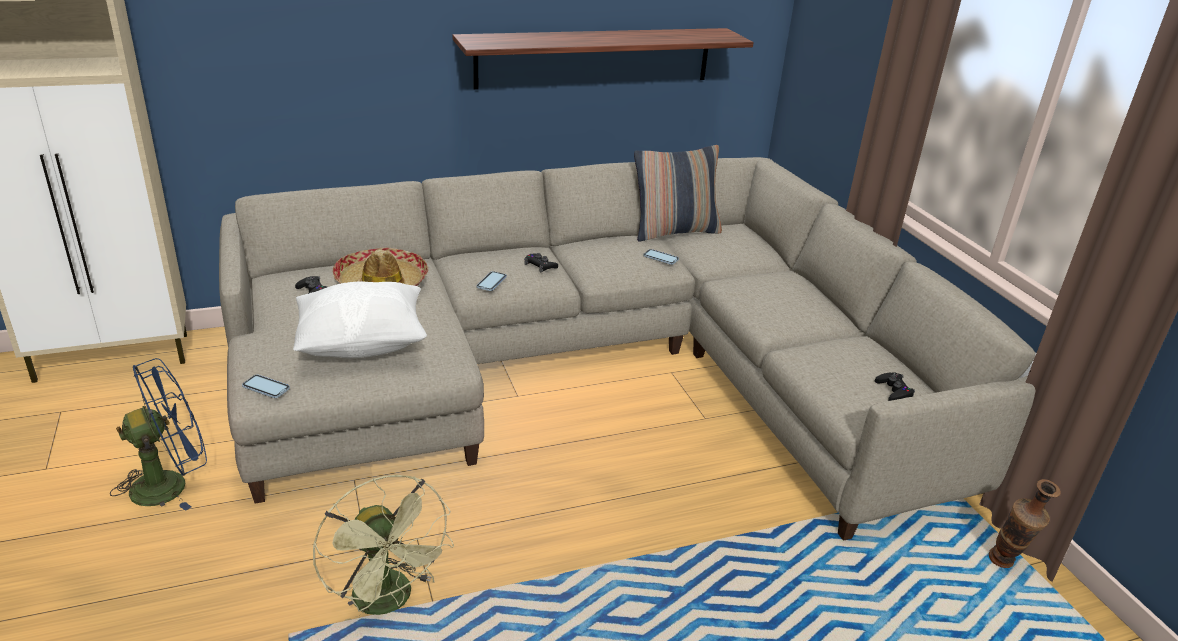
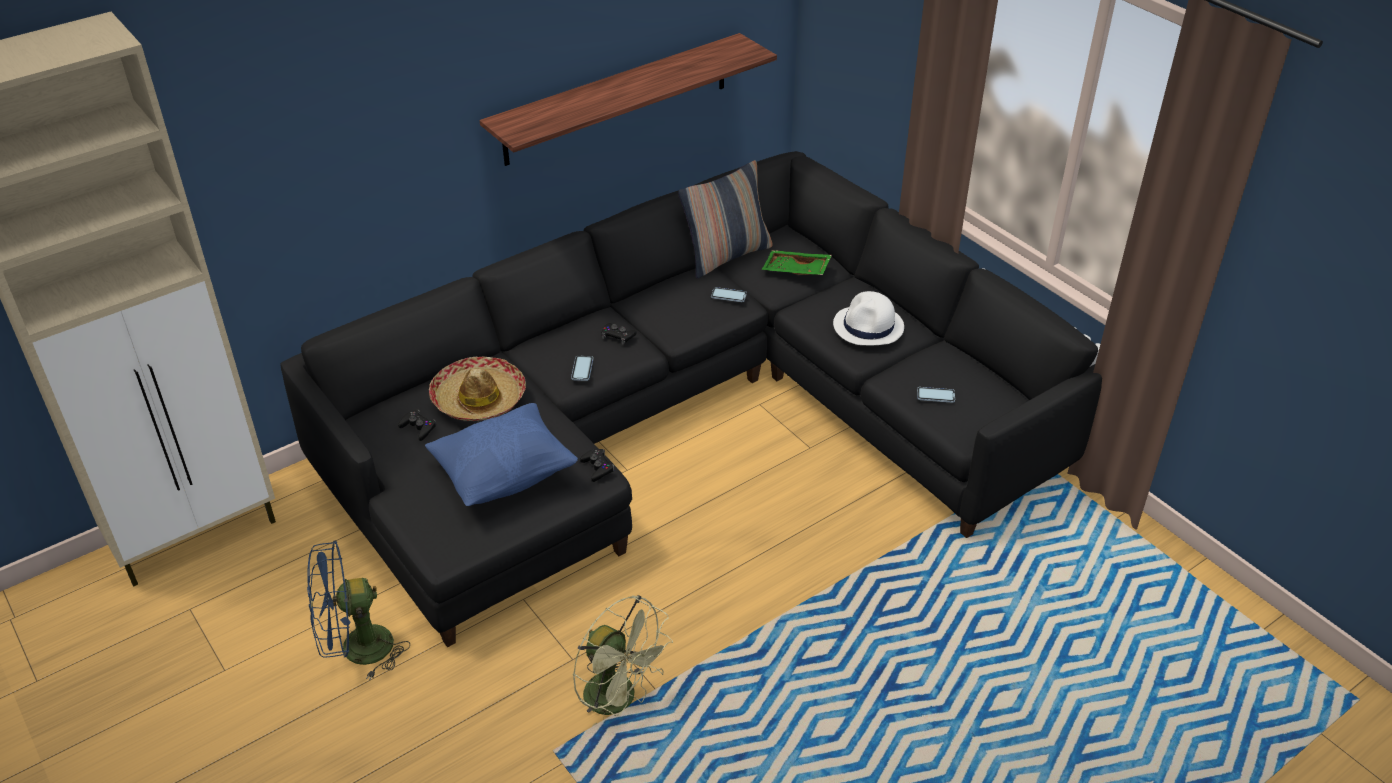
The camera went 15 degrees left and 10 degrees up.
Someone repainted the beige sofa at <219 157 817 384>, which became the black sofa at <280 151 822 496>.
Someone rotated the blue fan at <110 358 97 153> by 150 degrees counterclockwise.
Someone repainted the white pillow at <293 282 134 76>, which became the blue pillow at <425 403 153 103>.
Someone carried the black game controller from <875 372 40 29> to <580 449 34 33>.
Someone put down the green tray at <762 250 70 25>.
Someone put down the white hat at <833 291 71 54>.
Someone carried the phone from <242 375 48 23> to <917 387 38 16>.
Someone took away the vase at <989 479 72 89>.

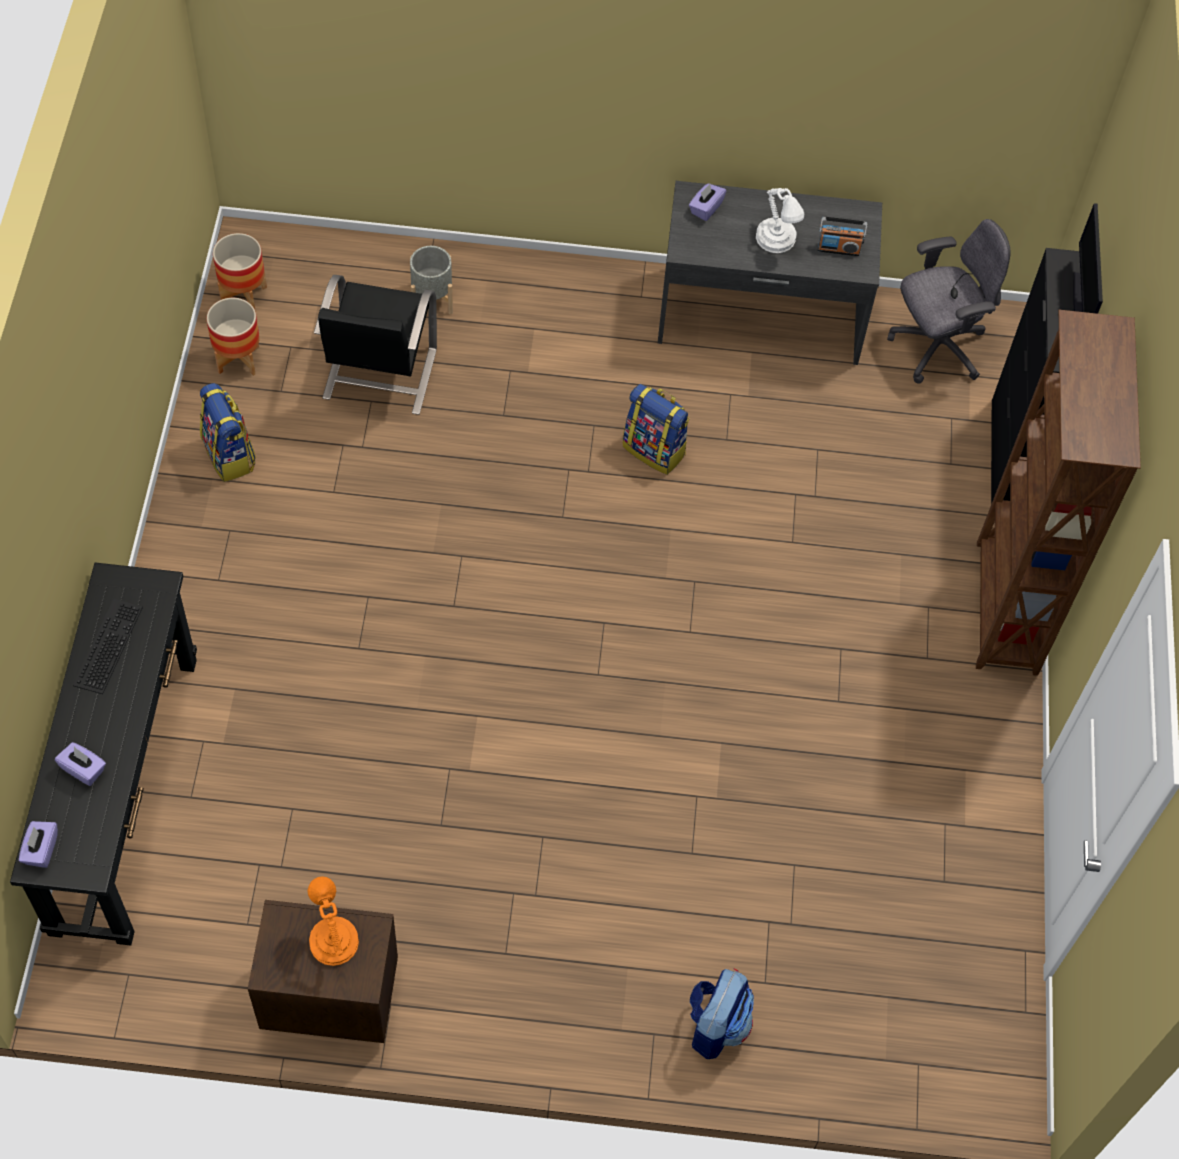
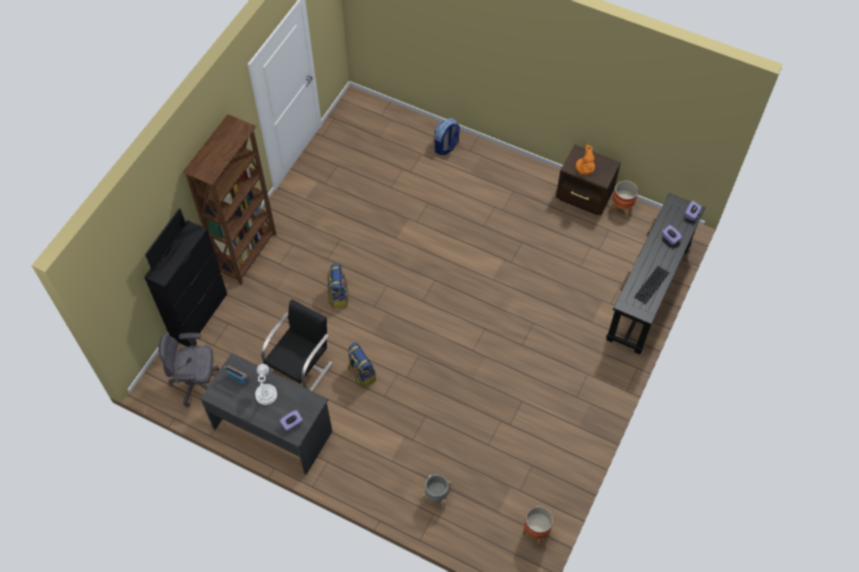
The camera went 155 degrees left and 0 degrees up.
Someone carried the black chair from <314 275 123 140> to <261 299 72 92>.
Someone carried the backpack from <200 383 56 99> to <327 263 22 45>.
Someone carried the planter from <207 298 53 78> to <611 181 27 37>.

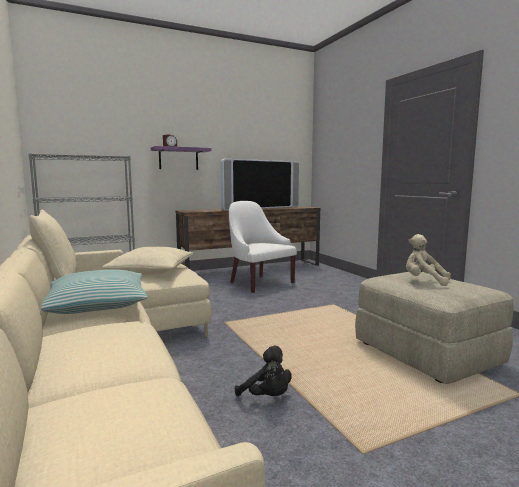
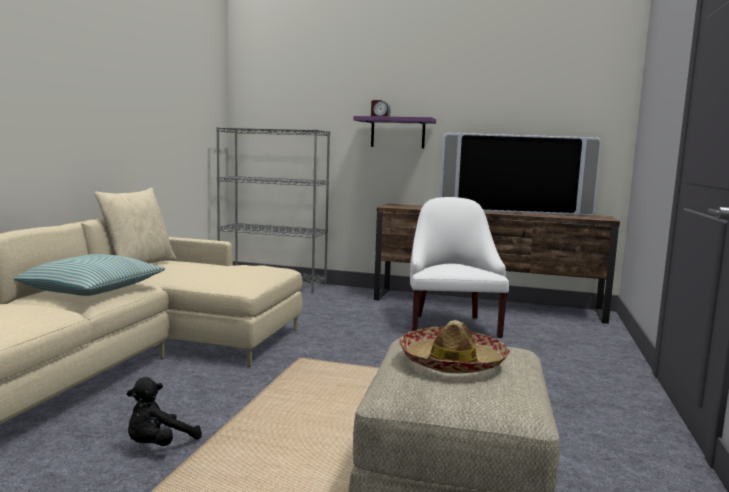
The camera went 40 degrees right and 0 degrees up.
Someone rotated the black plush toy at <235 346 57 50> by 45 degrees clockwise.
Someone swapped the beige plush toy at <406 234 45 52> for the hat at <399 320 111 53>.
Someone took away the beige pillow at <102 247 91 27>.

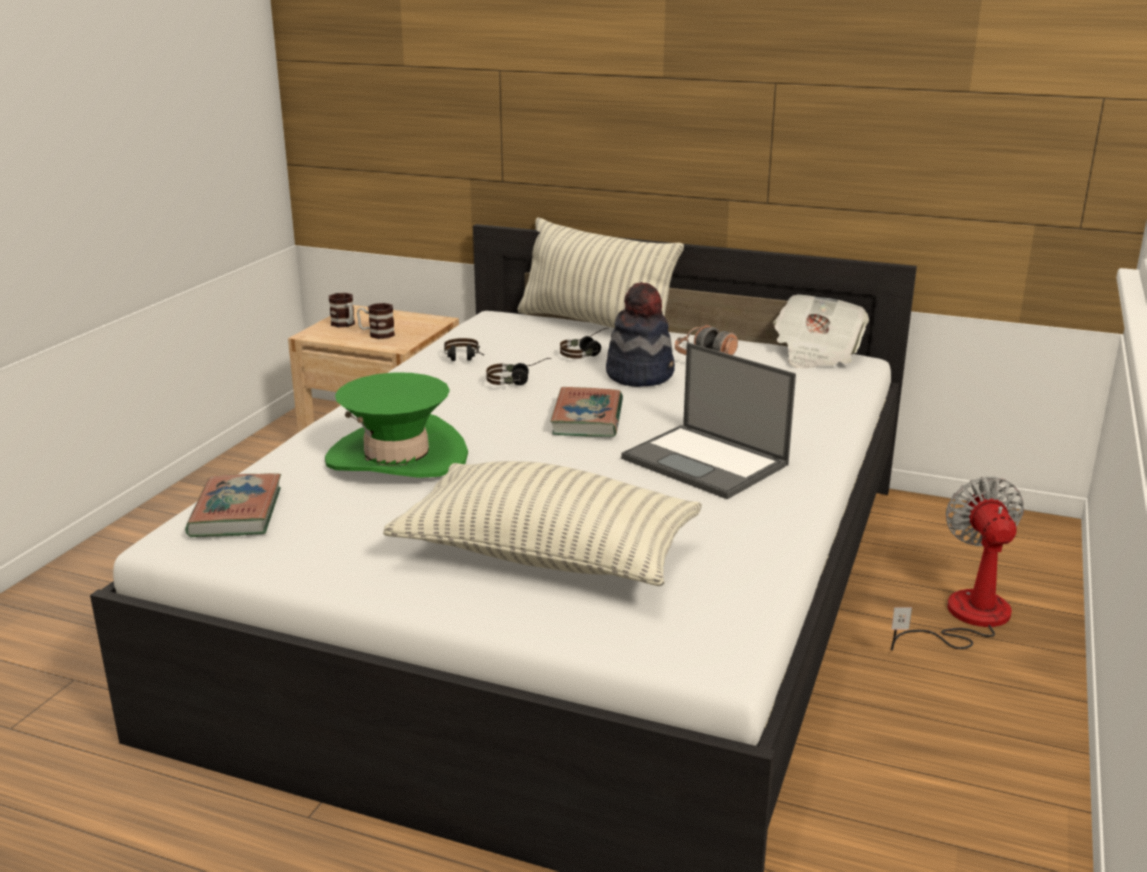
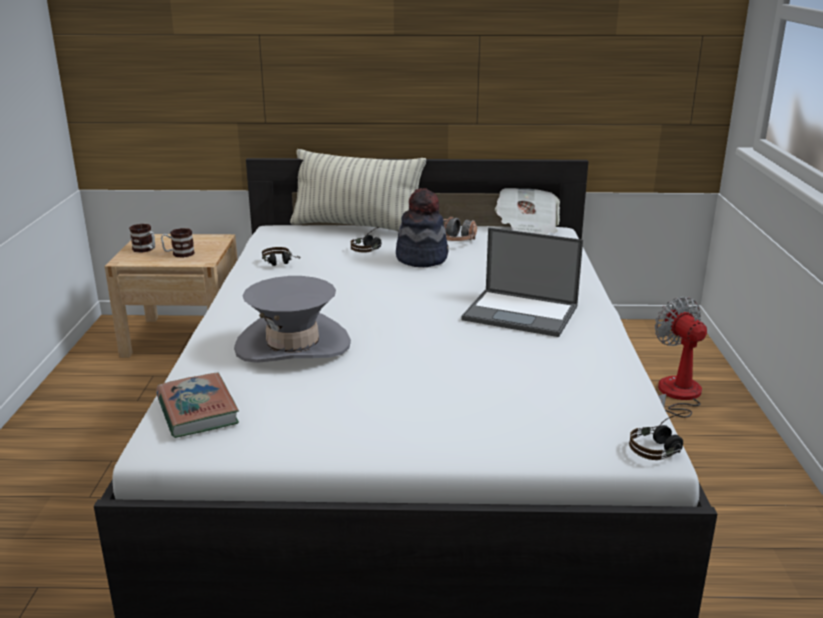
The camera went 20 degrees left and 0 degrees up.
Someone repainted the green hat at <325 372 143 106>, which became the grey hat at <234 276 117 87>.
Someone carried the headphones from <486 358 65 27> to <629 412 60 48>.
Someone took away the pillow at <383 461 319 125>.
Someone took away the book at <550 387 73 50>.

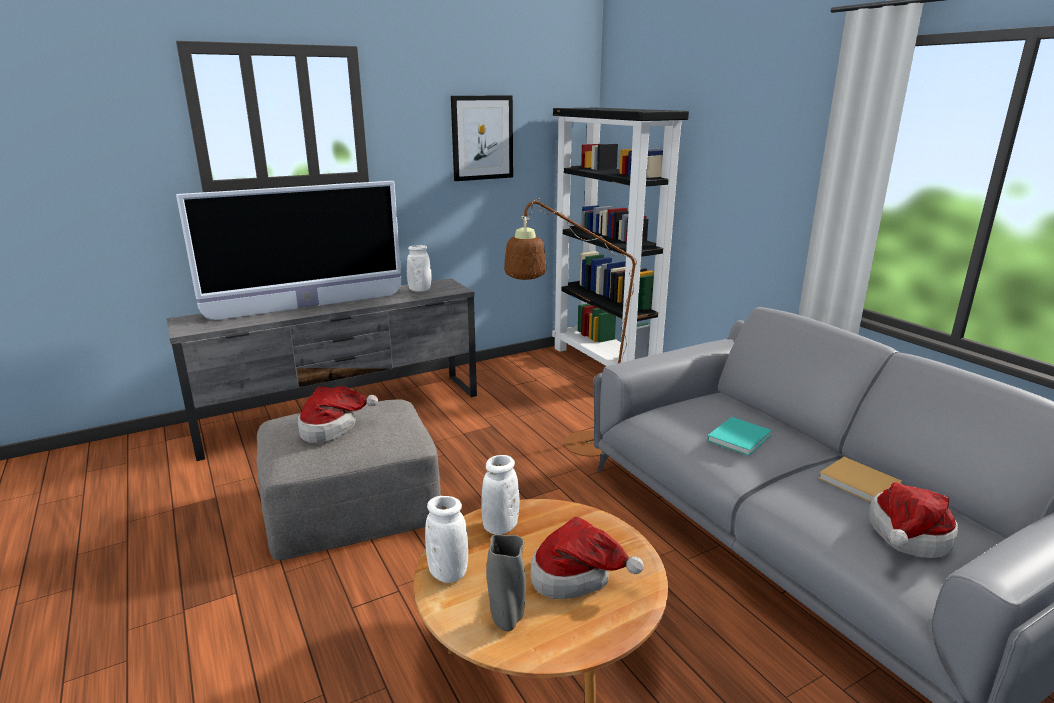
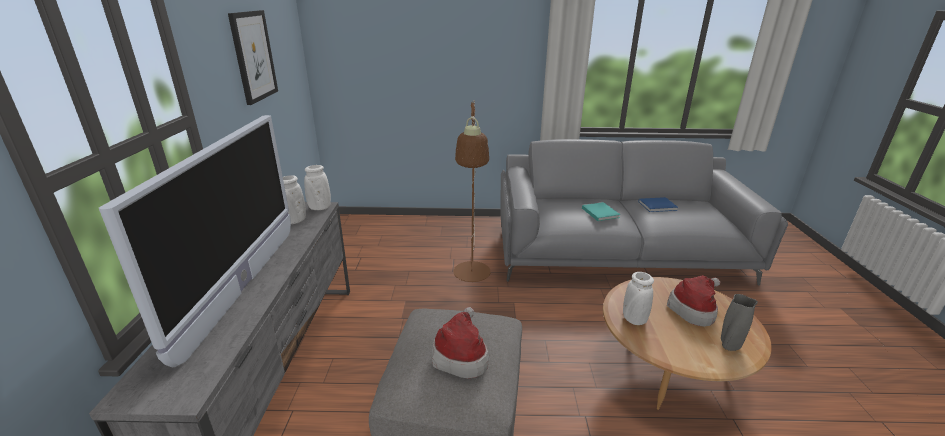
The camera went 60 degrees left and 5 degrees up.
Someone carried the white vase from <425 496 43 87> to <304 165 27 45>.
Someone repainted the beige book at <819 457 83 45>, which became the blue book at <638 197 40 15>.
Someone took away the black bookcase at <552 108 137 258>.
Someone took away the hat at <869 482 89 76>.

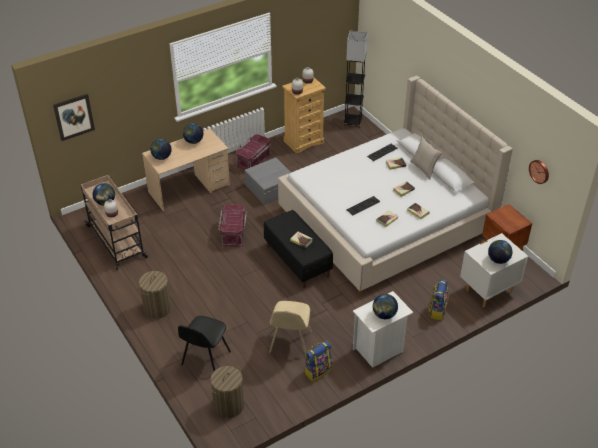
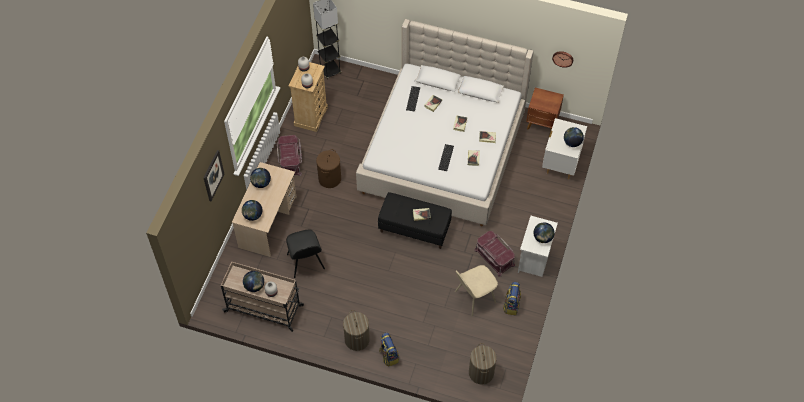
The camera went 40 degrees left and 15 degrees up.
Someone carried the picture from <53 94 42 47> to <204 150 20 51>.
Someone carried the black chair from <178 316 53 55> to <286 230 39 48>.
Someone swapped the grey storage box at <245 157 46 48> for the brown laundry basket at <316 149 25 39>.
Someone carried the backpack from <428 279 21 42> to <379 332 20 35>.
Someone rotated the beige chair at <269 301 43 55> by 90 degrees clockwise.
Someone carried the red storage box from <218 204 29 44> to <474 231 41 46>.
Someone took away the beige pillow at <410 136 32 44>.

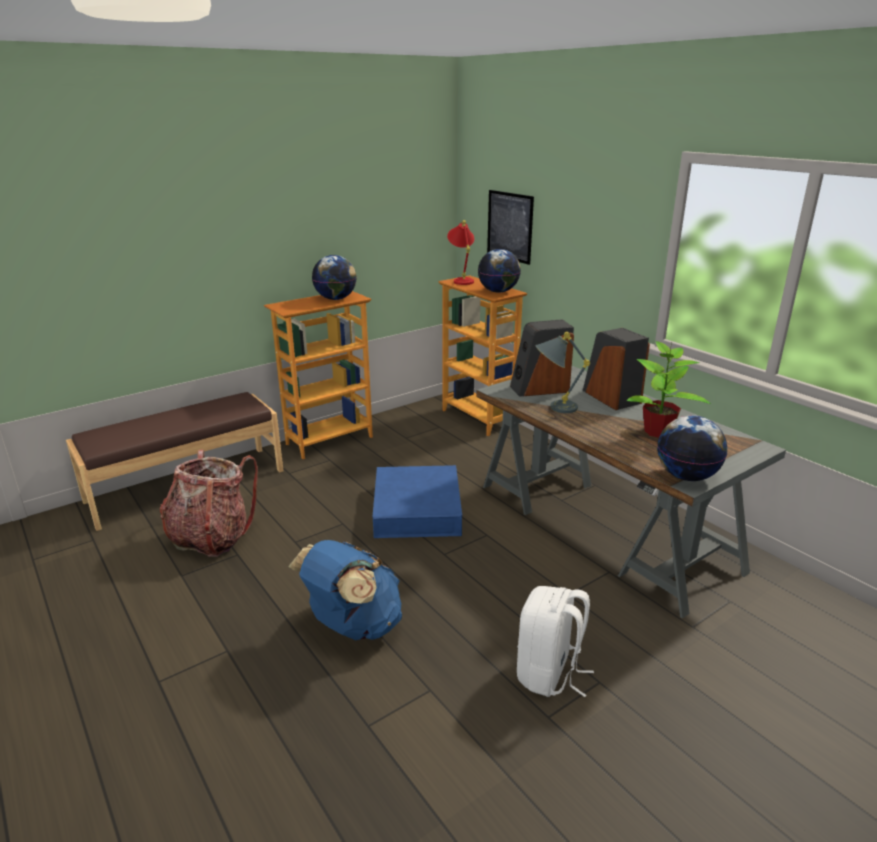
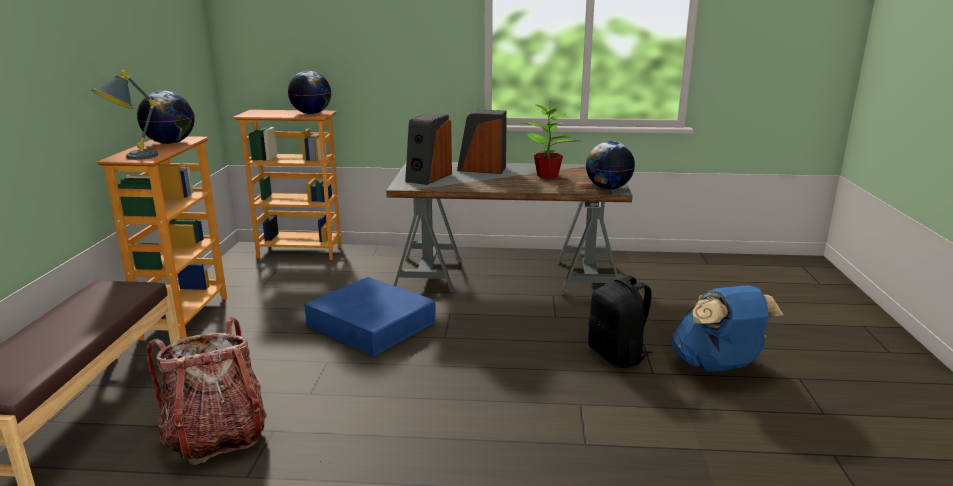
The camera went 50 degrees left and 5 degrees down.
Someone carried the grey table lamp from <535 332 55 81> to <91 70 67 90>.
Someone repainted the white backpack at <517 586 77 111>, which became the black backpack at <588 275 65 93>.
Someone carried the blue backpack from <288 540 114 100> to <671 285 112 87>.
Someone took away the red table lamp at <447 220 27 65>.
Someone took away the picture at <487 190 47 75>.

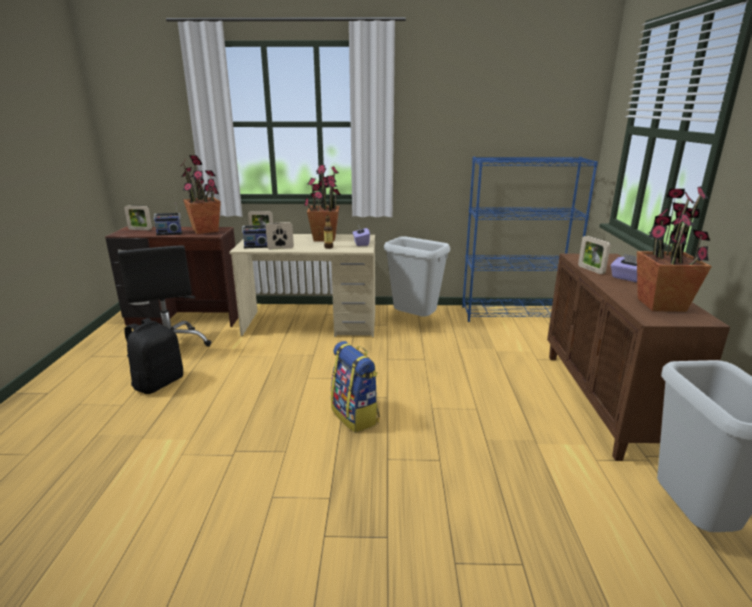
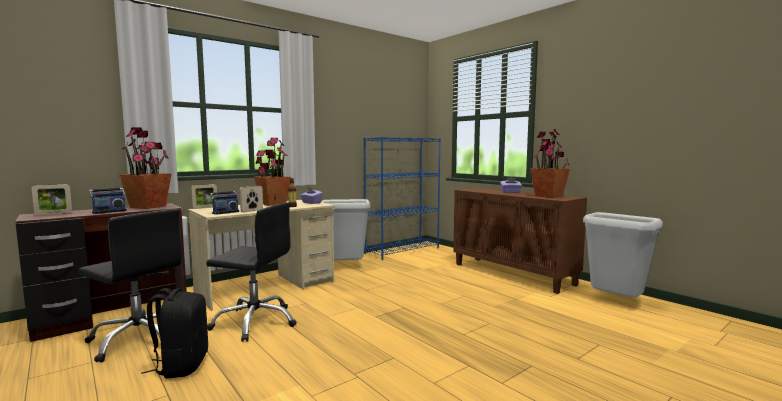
The camera went 40 degrees left and 15 degrees down.
Someone put down the black office chair at <206 202 91 140>.
Someone took away the backpack at <331 341 49 92>.
Someone took away the picture frame at <578 236 33 38>.

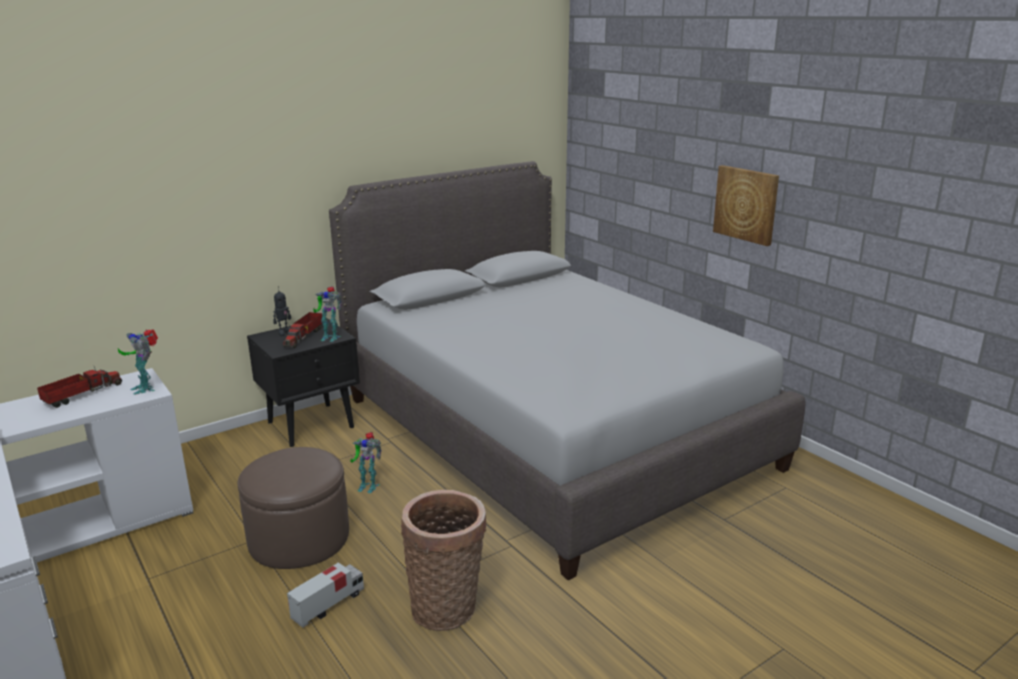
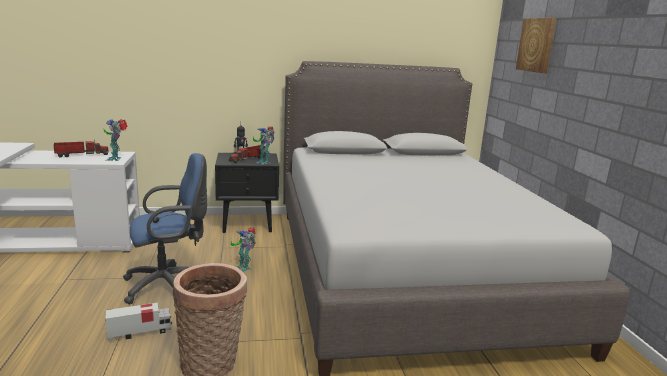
The camera went 25 degrees right and 5 degrees down.
Someone swapped the brown ottoman at <238 447 111 122> for the blue office chair at <123 153 84 152>.
Someone carried the picture from <713 165 66 81> to <516 18 40 55>.

